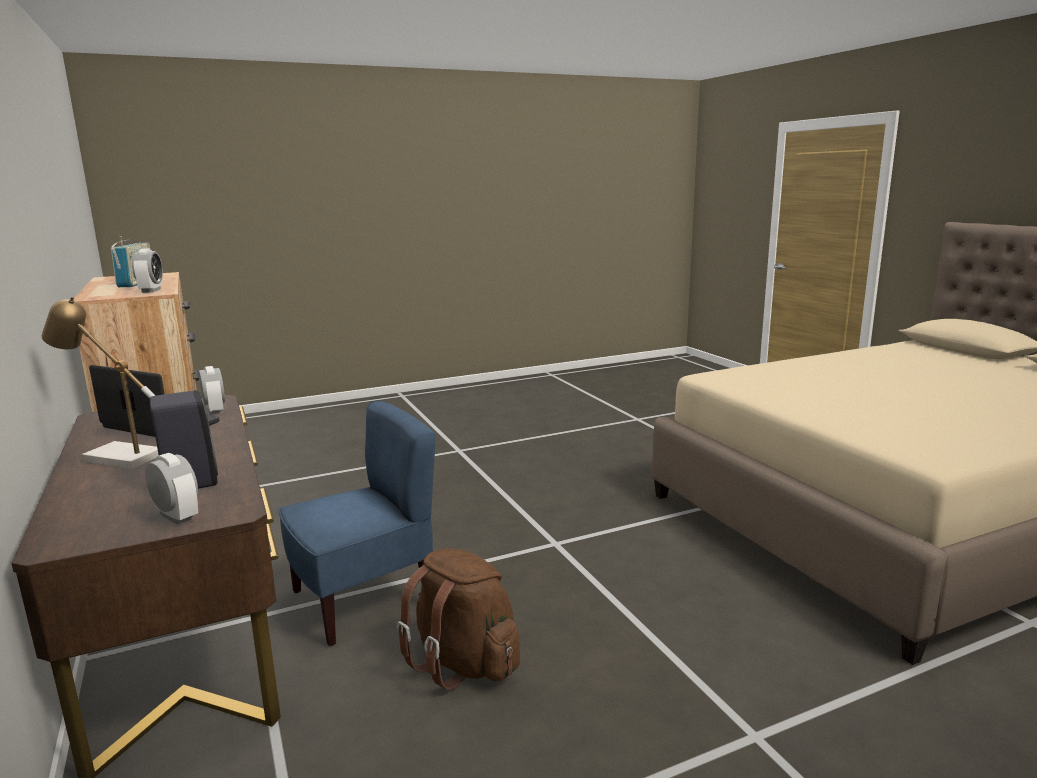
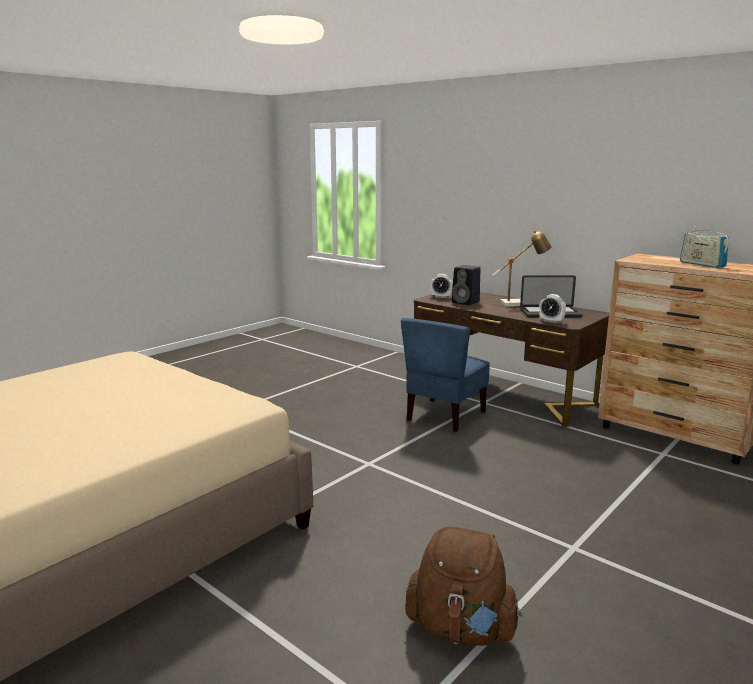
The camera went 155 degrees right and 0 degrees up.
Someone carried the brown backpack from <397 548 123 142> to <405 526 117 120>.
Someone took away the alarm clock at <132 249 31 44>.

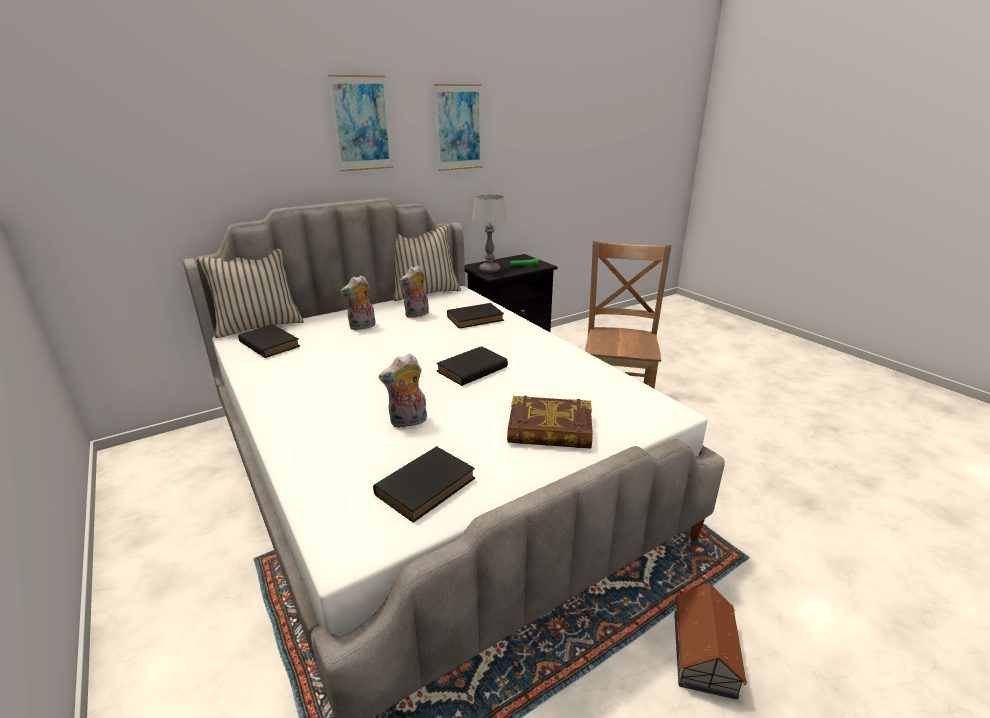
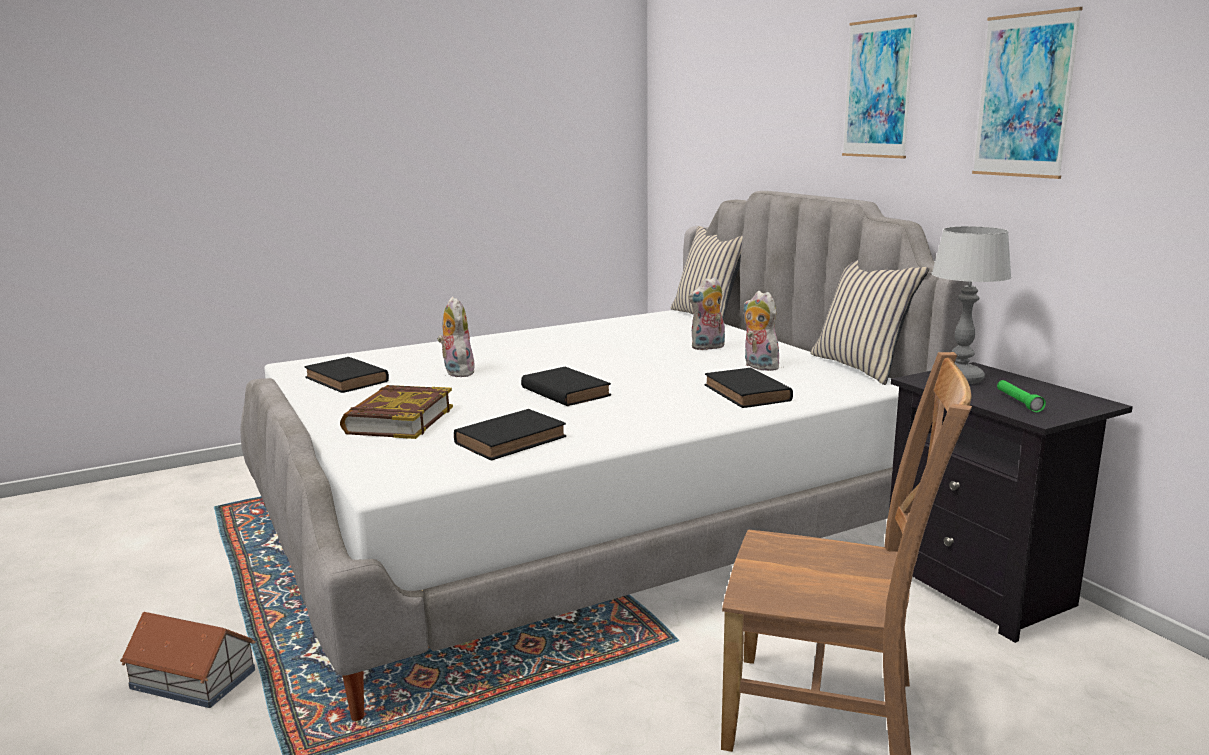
The camera went 95 degrees right and 10 degrees down.
Someone carried the black book from <238 324 62 34> to <454 409 112 51>.
Someone rotated the plush toy at <340 275 36 55> by 90 degrees counterclockwise.

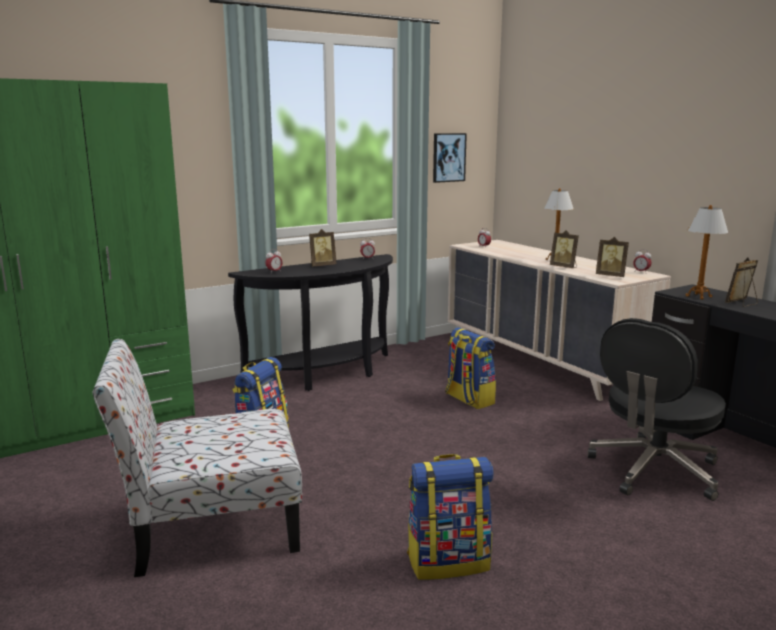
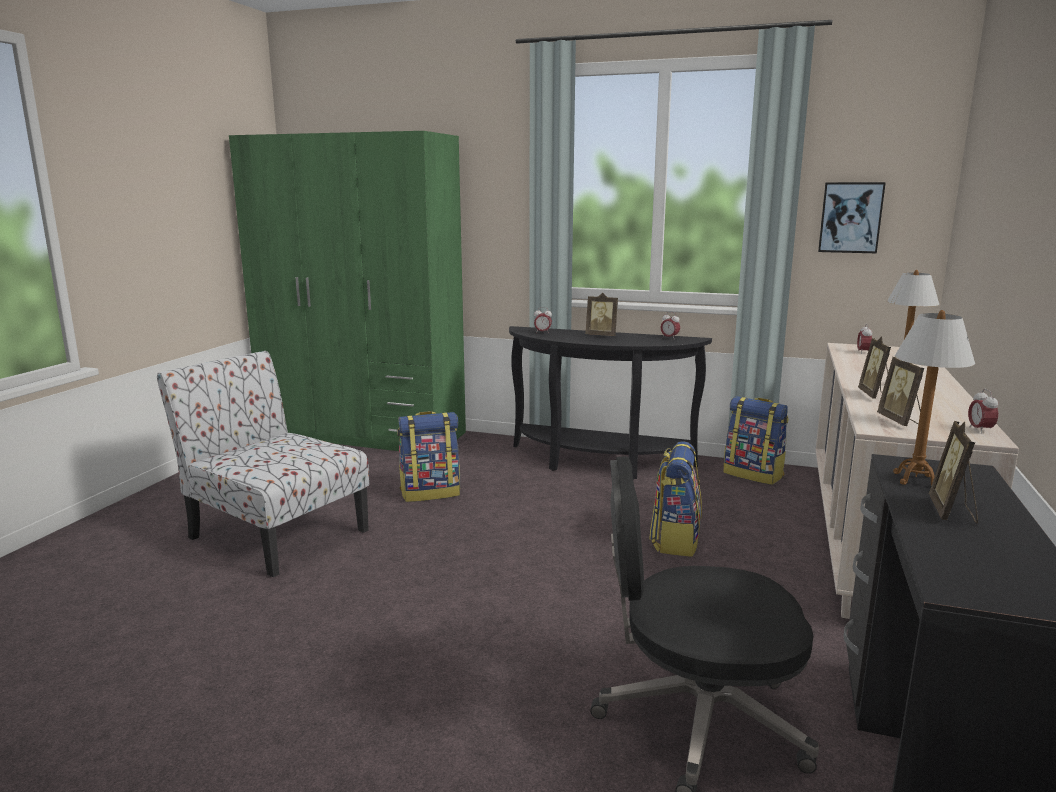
The camera went 50 degrees right and 0 degrees up.
Someone carried the backpack from <407 454 86 126> to <724 396 65 89>.
Someone rotated the picture frame at <725 257 33 50> by 90 degrees counterclockwise.

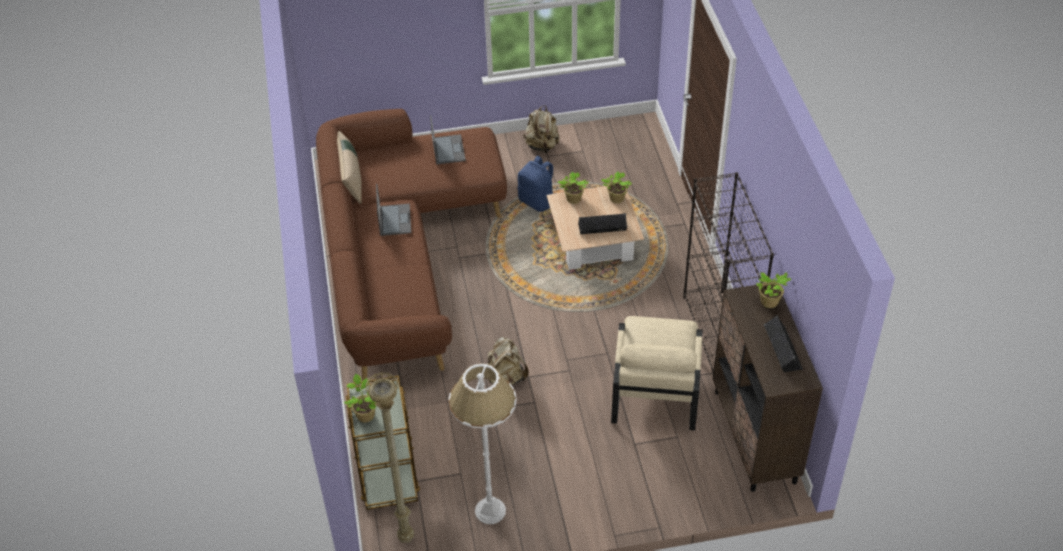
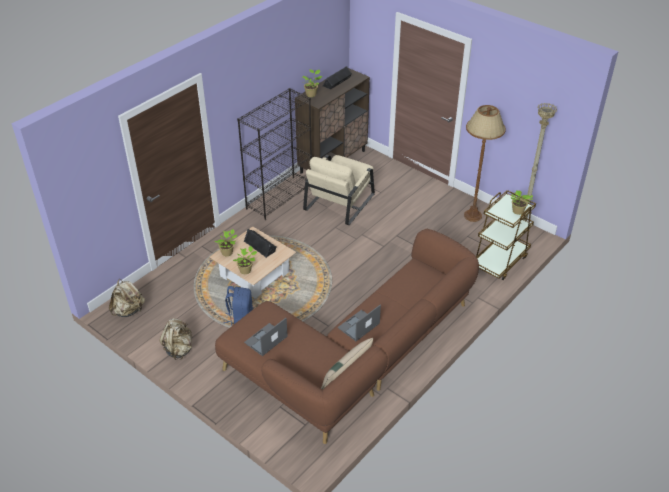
The camera went 130 degrees left and 5 degrees down.
Someone carried the beige backpack from <486 337 43 48> to <109 279 36 38>.
Someone rotated the beige armchair at <611 316 92 114> by 150 degrees clockwise.
Someone repainted the white floor lamp at <448 364 69 160>, which became the brown floor lamp at <464 105 42 117>.

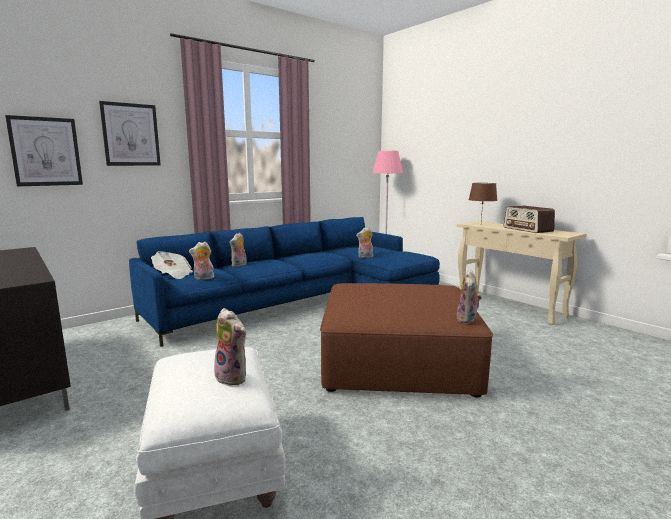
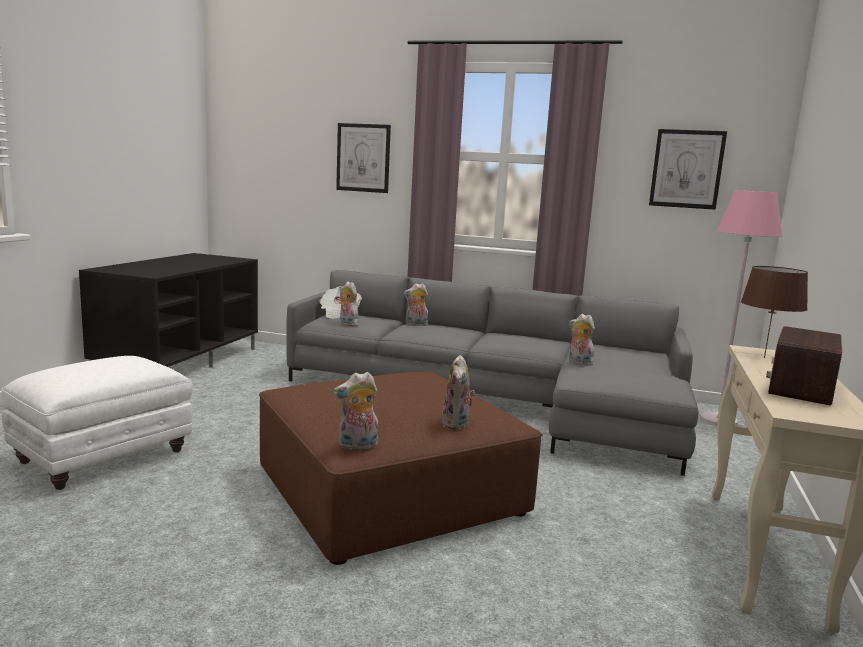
The camera went 55 degrees right and 0 degrees up.
Someone repainted the blue sofa at <129 217 311 130>, which became the grey sofa at <286 270 413 206>.
Someone carried the plush toy from <213 308 34 78> to <441 355 34 75>.
Someone carried the picture from <5 115 78 71> to <649 129 78 81>.

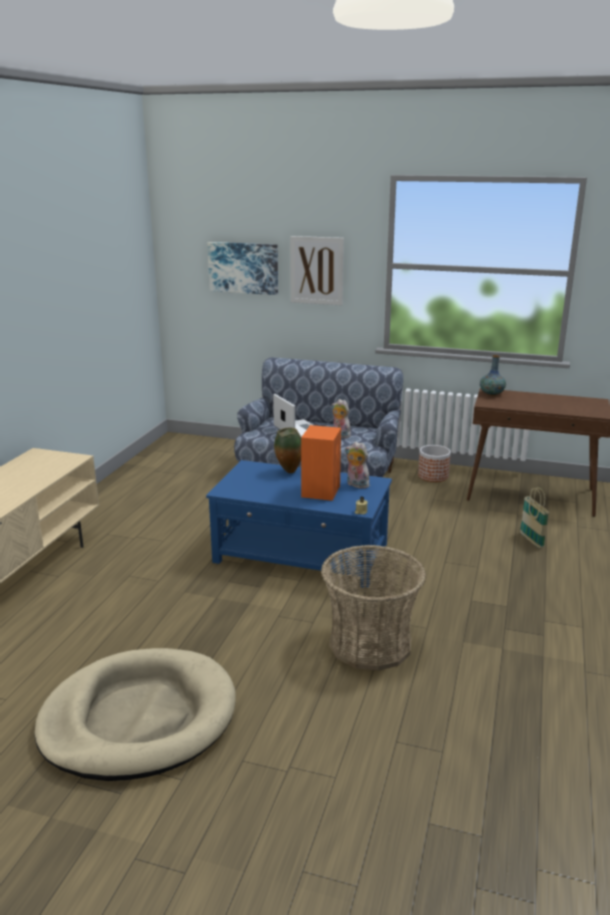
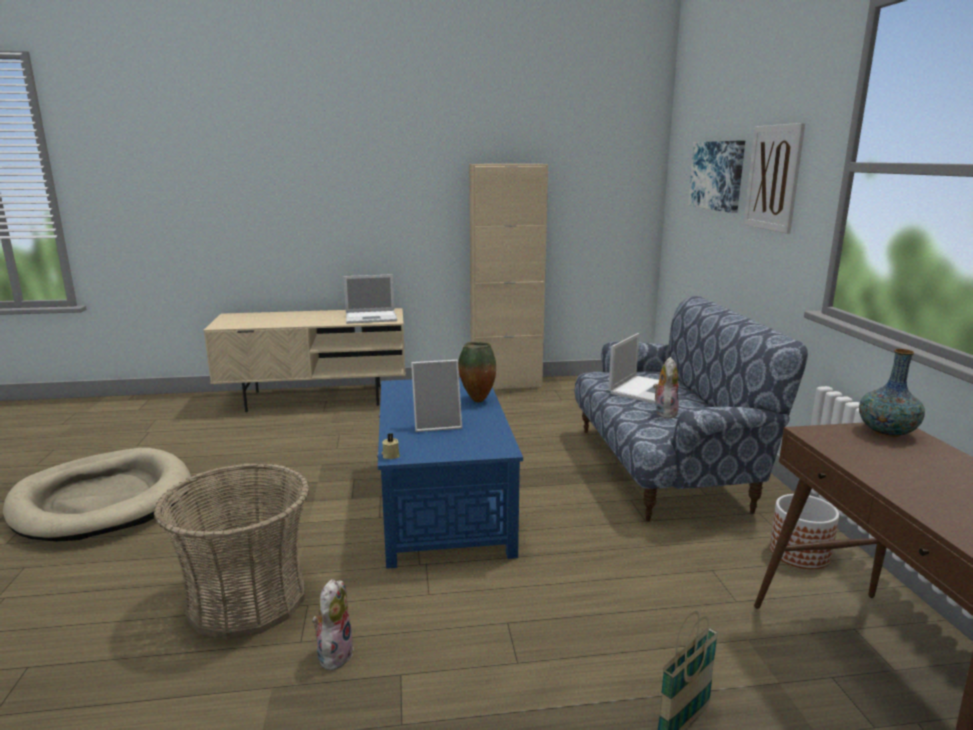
The camera went 65 degrees right and 5 degrees down.
Someone carried the plush toy from <345 442 24 47> to <312 579 42 92>.
Someone put down the laptop at <344 274 53 50>.
Someone swapped the orange speaker at <301 425 40 76> for the picture frame at <411 360 51 72>.
Someone put down the beige cabinet at <469 164 79 225>.

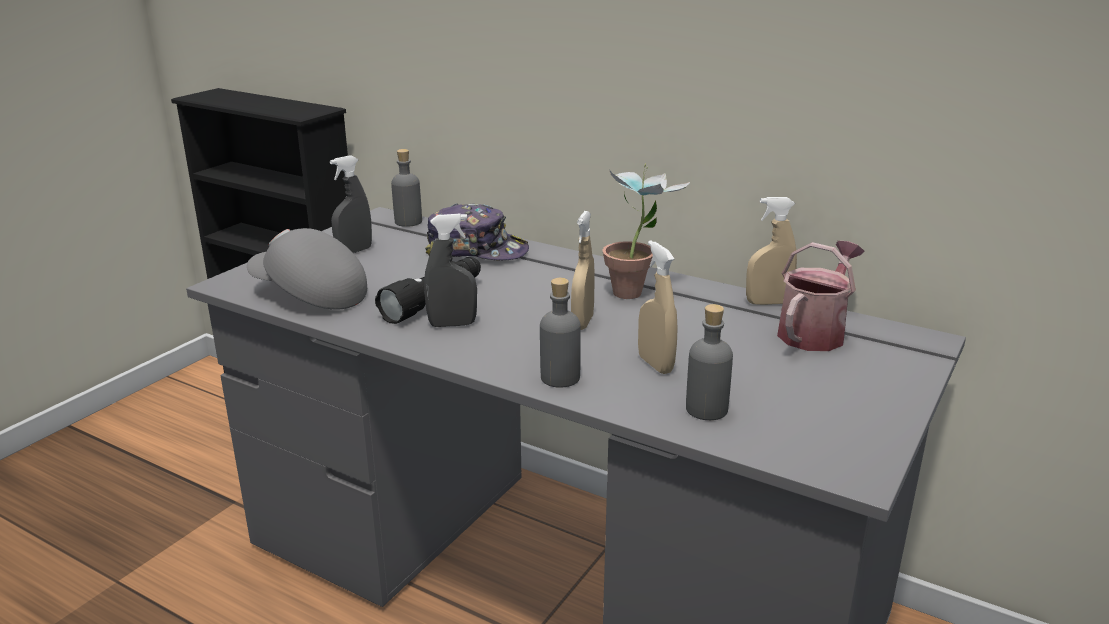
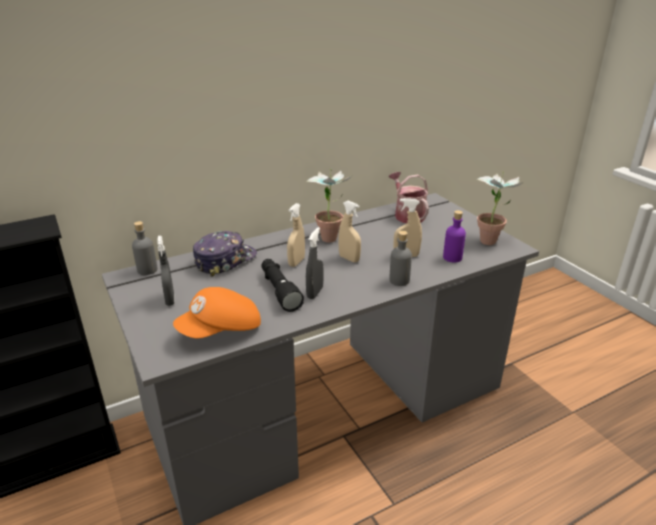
The camera went 60 degrees left and 5 degrees up.
Someone repainted the grey cap at <247 228 120 82>, which became the orange cap at <173 287 88 51>.
Someone carried the beige spray bottle from <746 197 51 108> to <287 203 18 64>.
Someone repainted the grey bottle at <686 304 47 116>, which became the purple bottle at <443 210 23 53>.
Someone put down the potted plant at <476 172 47 73>.

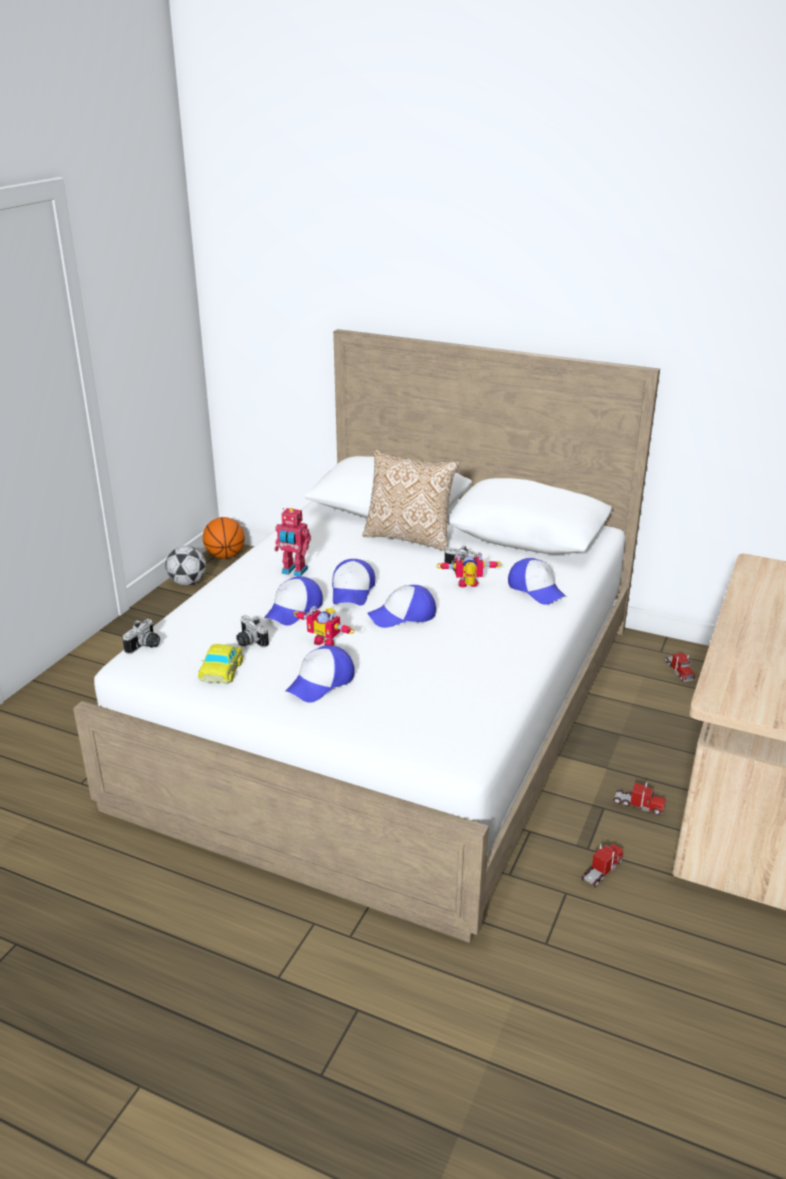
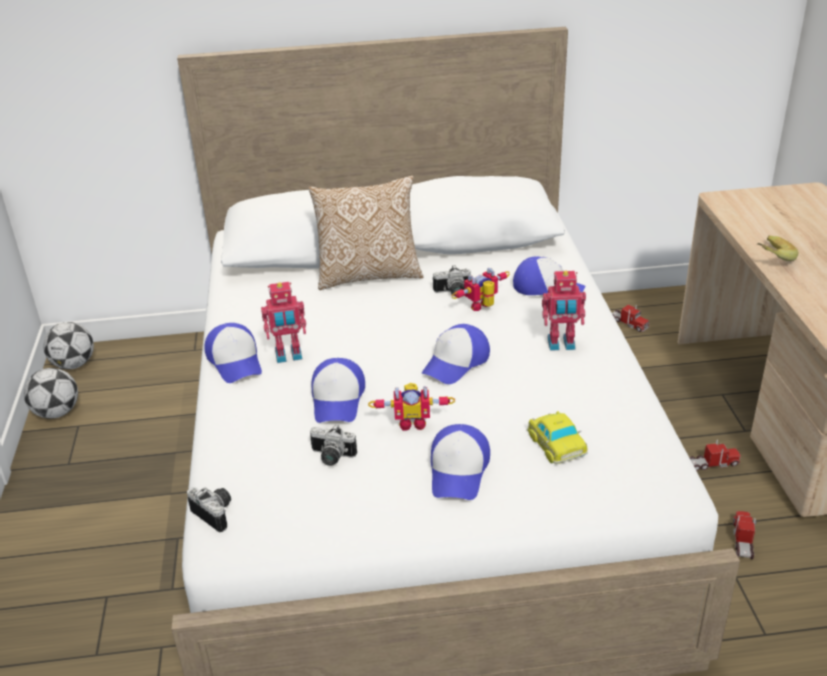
The camera went 30 degrees left and 5 degrees up.
Someone swapped the basketball at <203 517 42 42> for the football at <43 322 51 47>.
Someone rotated the photo camera at <123 619 37 35> by 45 degrees counterclockwise.
Someone carried the cap from <332 559 43 47> to <204 323 58 60>.
Someone carried the toy car from <198 644 46 40> to <527 411 61 53>.
Someone put down the toy robot at <542 271 44 80>.
Someone put down the banana at <757 236 42 25>.

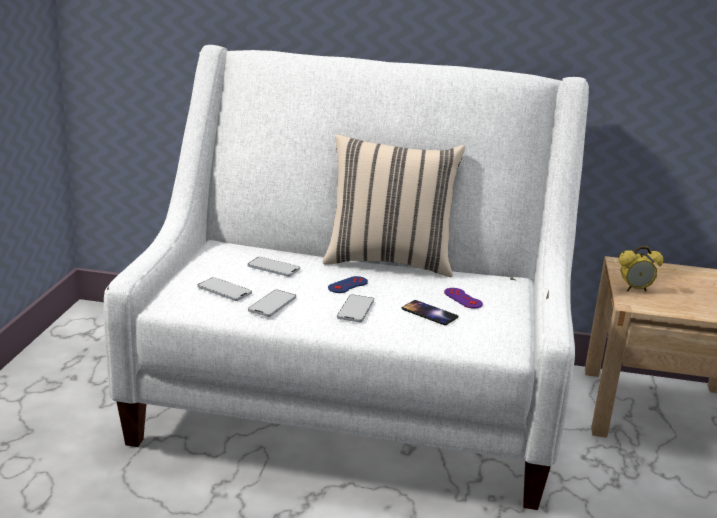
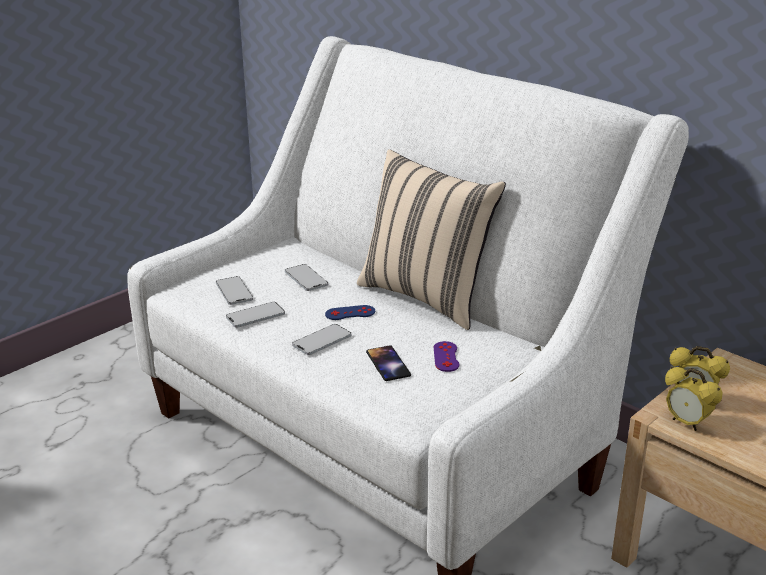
The camera went 35 degrees right and 5 degrees up.
Someone put down the alarm clock at <665 367 58 64>.

